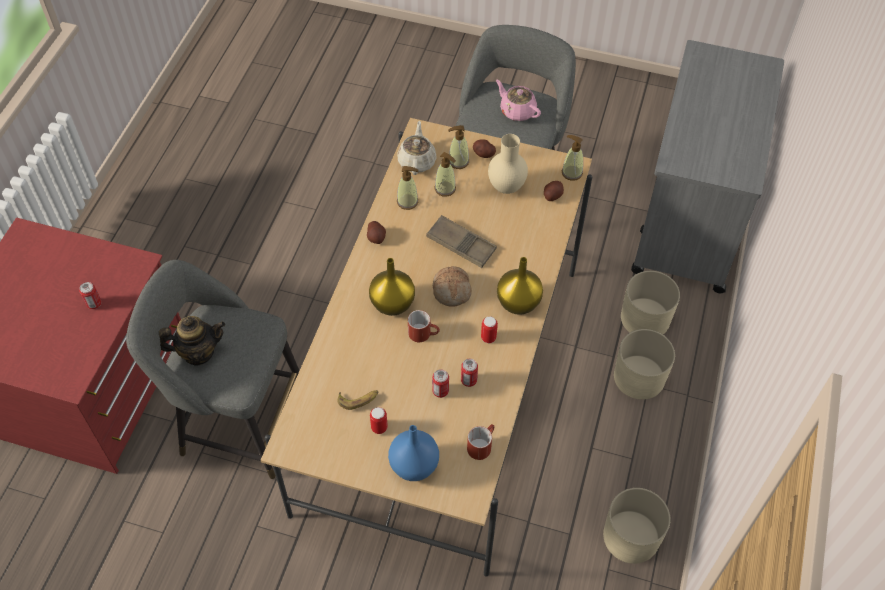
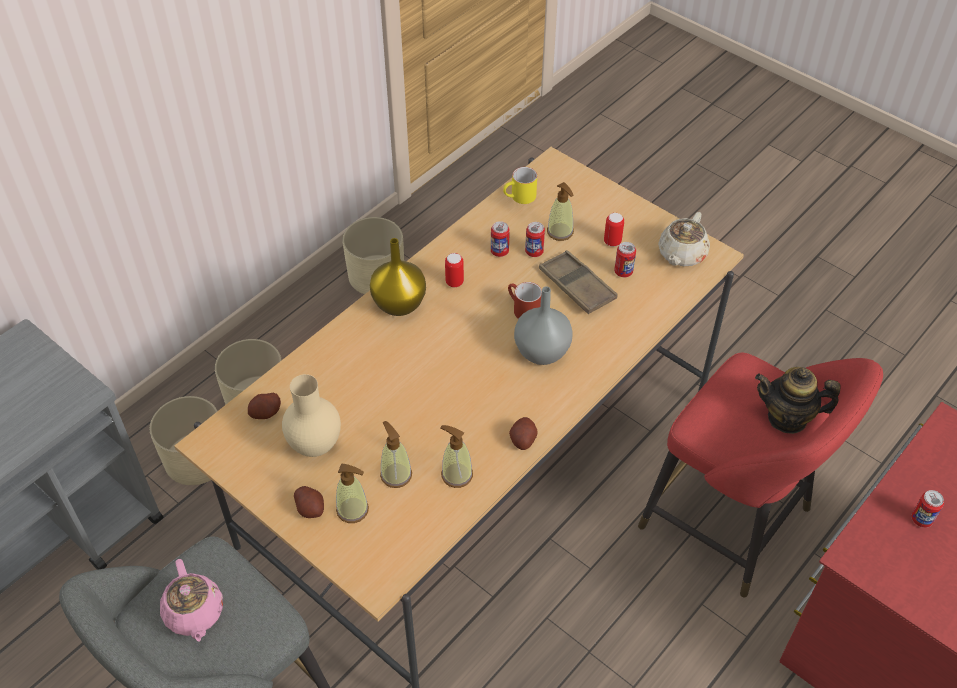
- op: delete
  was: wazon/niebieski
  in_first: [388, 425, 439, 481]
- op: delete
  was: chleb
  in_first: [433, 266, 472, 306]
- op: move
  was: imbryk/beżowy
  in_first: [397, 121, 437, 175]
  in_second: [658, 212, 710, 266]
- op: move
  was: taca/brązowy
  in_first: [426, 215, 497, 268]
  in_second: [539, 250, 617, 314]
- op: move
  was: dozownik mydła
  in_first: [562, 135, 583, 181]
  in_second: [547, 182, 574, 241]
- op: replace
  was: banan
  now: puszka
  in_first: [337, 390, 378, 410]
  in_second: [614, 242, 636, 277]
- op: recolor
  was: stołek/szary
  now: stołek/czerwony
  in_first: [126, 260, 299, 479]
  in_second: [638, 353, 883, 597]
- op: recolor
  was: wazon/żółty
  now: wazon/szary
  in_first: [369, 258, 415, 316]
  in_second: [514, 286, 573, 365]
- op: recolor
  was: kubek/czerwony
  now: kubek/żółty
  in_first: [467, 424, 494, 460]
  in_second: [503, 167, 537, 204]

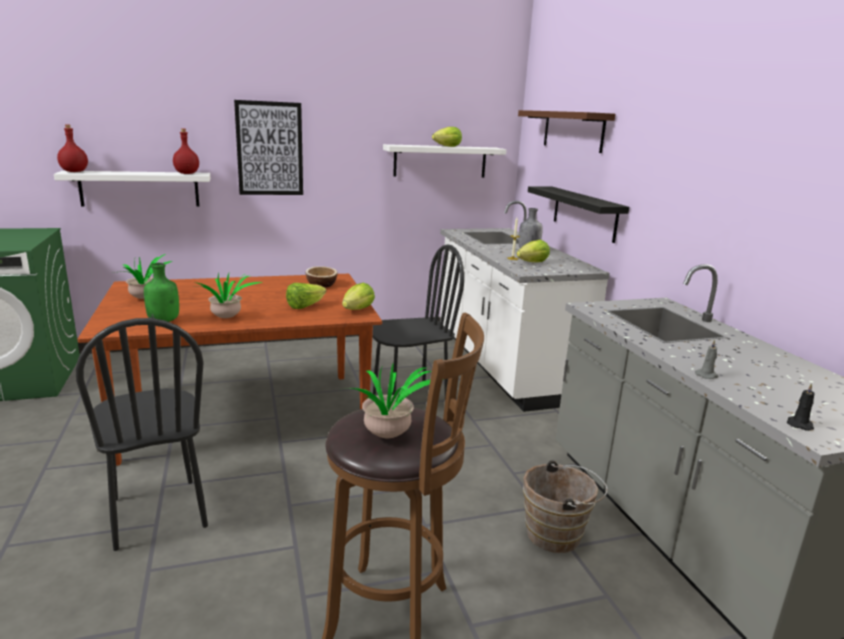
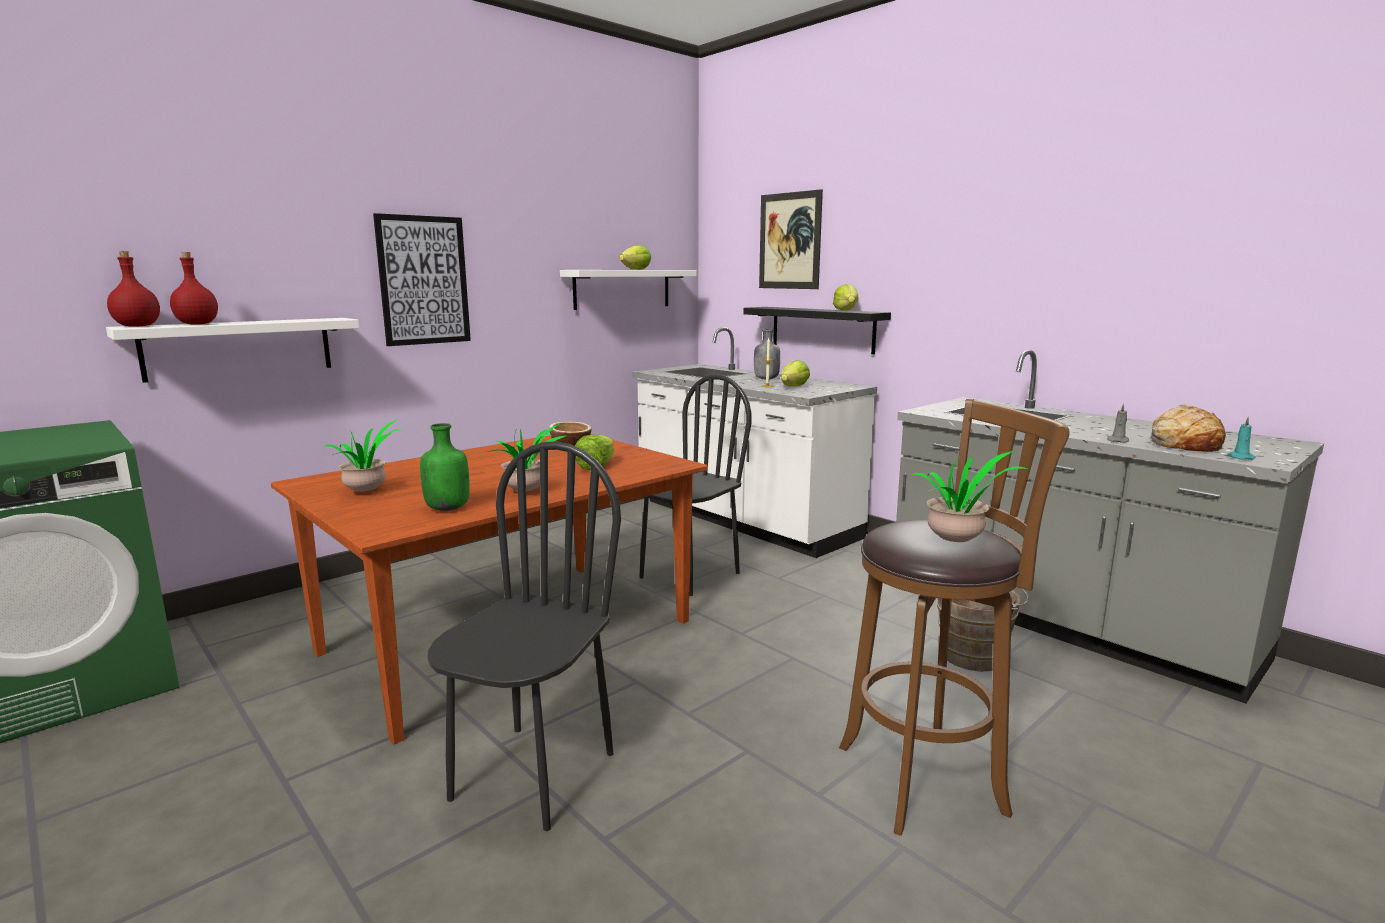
- op: insert
  now: chleb
  in_second: [1150, 405, 1226, 452]
- op: move
  was: butelka/czerwony
  in_first: [173, 129, 199, 174]
  in_second: [170, 252, 218, 324]
- op: move
  was: sałata
  in_first: [342, 282, 375, 310]
  in_second: [833, 284, 859, 311]
- op: replace
  was: półka/brązowy
  now: obraz
  in_first: [518, 110, 615, 153]
  in_second: [759, 189, 823, 289]
- op: recolor
  was: świeca/czarny
  now: świeca/turkusowy
  in_first: [787, 383, 815, 431]
  in_second: [1227, 417, 1255, 460]
- op: rotate
  was: krzesło/czarny
  in_first: [75, 318, 208, 551]
  in_second: [428, 441, 621, 831]
  clockwise: -105

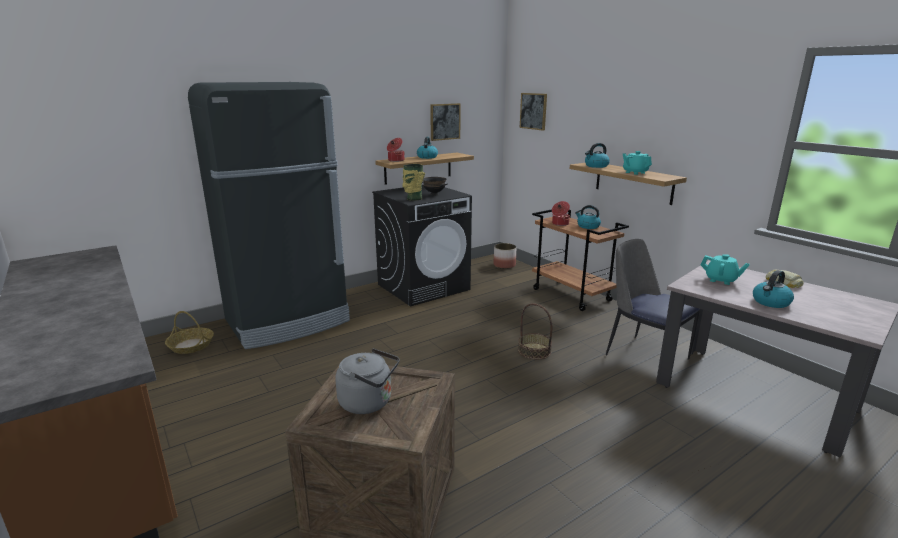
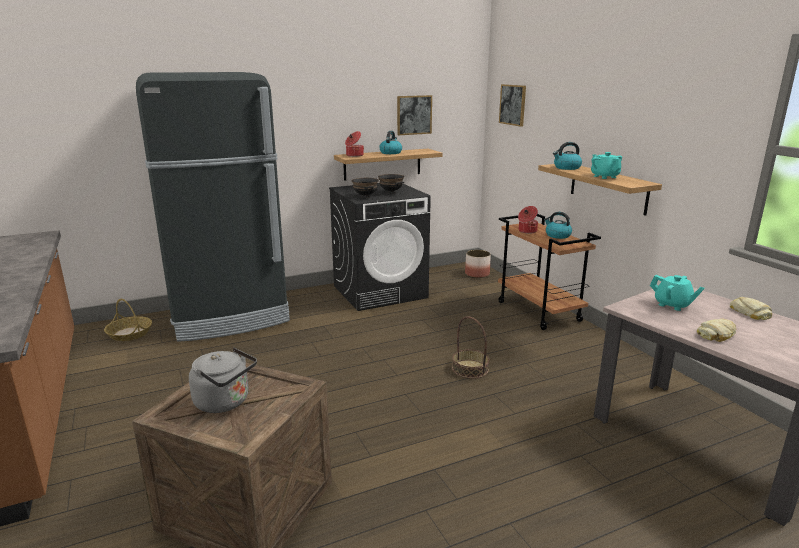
- op: delete
  was: krzesło
  in_first: [606, 239, 700, 360]
- op: replace
  was: wazon
  now: miska/czarny
  in_first: [402, 164, 425, 201]
  in_second: [352, 178, 379, 198]
- op: replace
  was: czajnik
  now: chleb
  in_first: [753, 270, 794, 308]
  in_second: [697, 319, 736, 342]

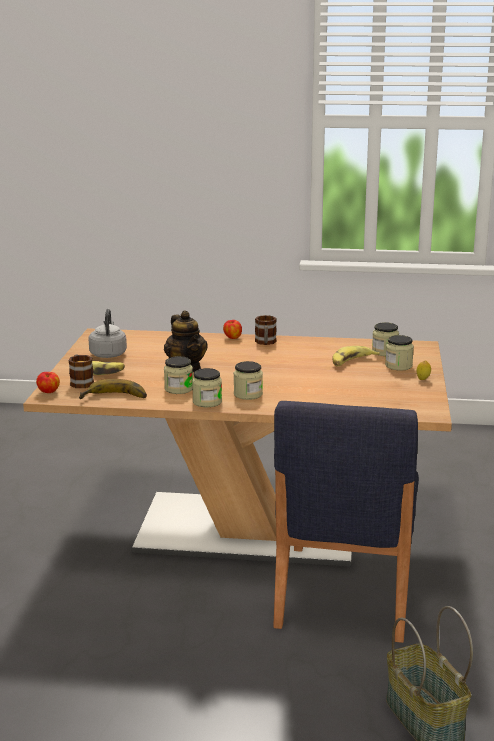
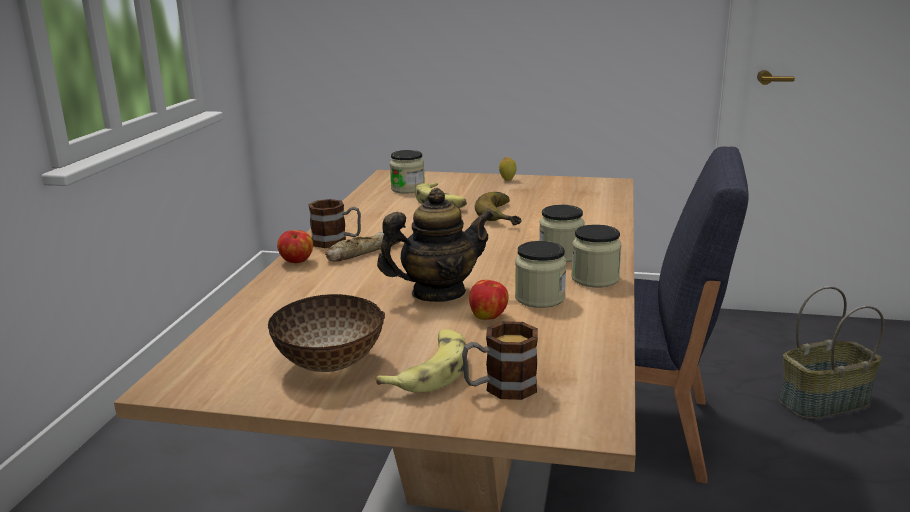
- op: delete
  was: słoik
  in_first: [385, 335, 414, 370]
- op: insert
  now: chleb
  in_second: [325, 232, 400, 261]
- op: move
  was: jabłko
  in_first: [36, 372, 60, 393]
  in_second: [469, 280, 508, 320]
- op: move
  was: banan
  in_first: [79, 379, 147, 399]
  in_second: [475, 192, 521, 225]
- op: replace
  was: czajnik/szary
  now: miska
  in_first: [88, 309, 127, 358]
  in_second: [268, 294, 385, 372]

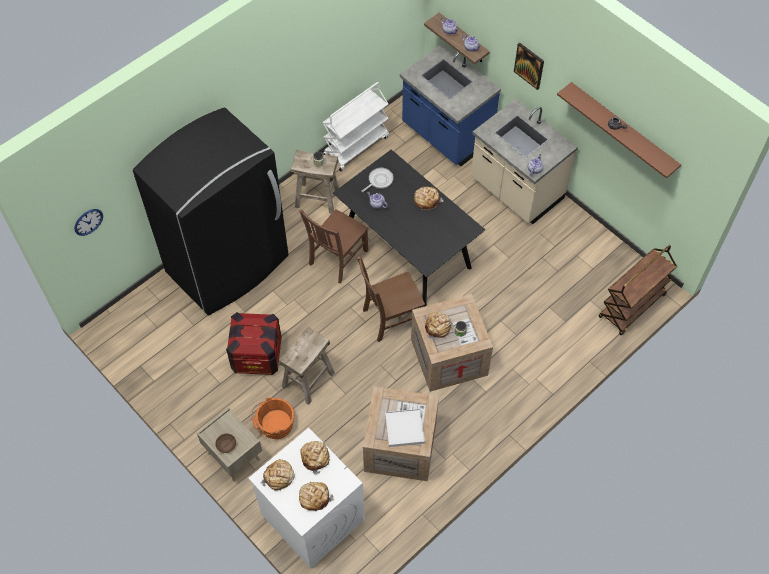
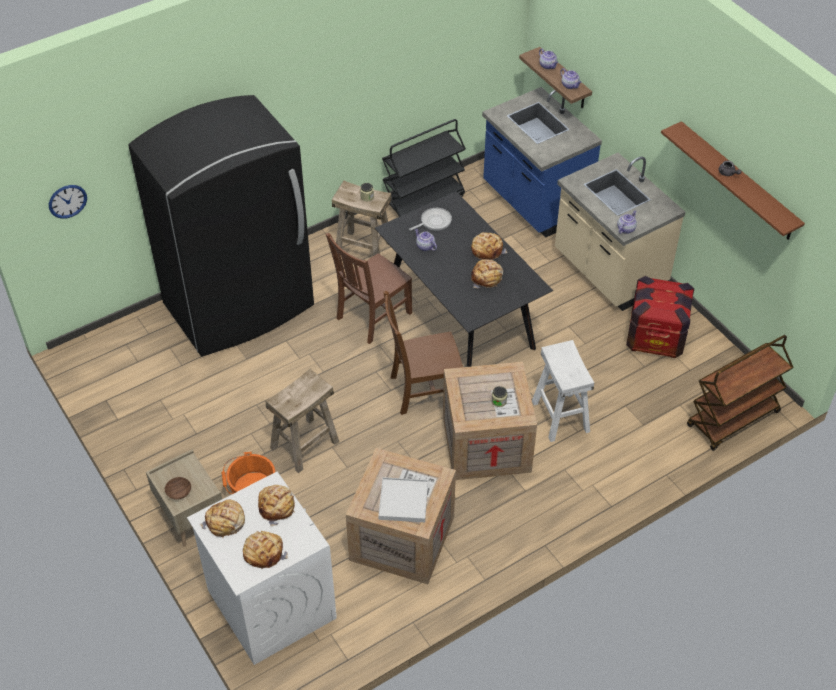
- op: delete
  was: obraz
  in_first: [514, 42, 544, 90]
- op: insert
  now: stołek/biały
  in_second: [532, 340, 595, 442]
- op: move
  was: skrzynka
  in_first: [226, 312, 282, 375]
  in_second: [626, 276, 694, 358]
- op: move
  was: chleb
  in_first: [425, 312, 451, 340]
  in_second: [471, 259, 503, 289]
- op: recolor
  was: wózek/biały
  now: wózek/czarny
  in_first: [323, 82, 389, 171]
  in_second: [382, 119, 466, 217]

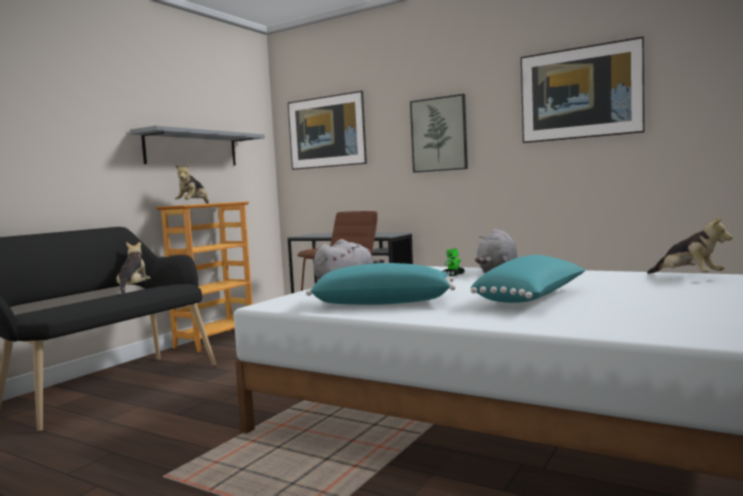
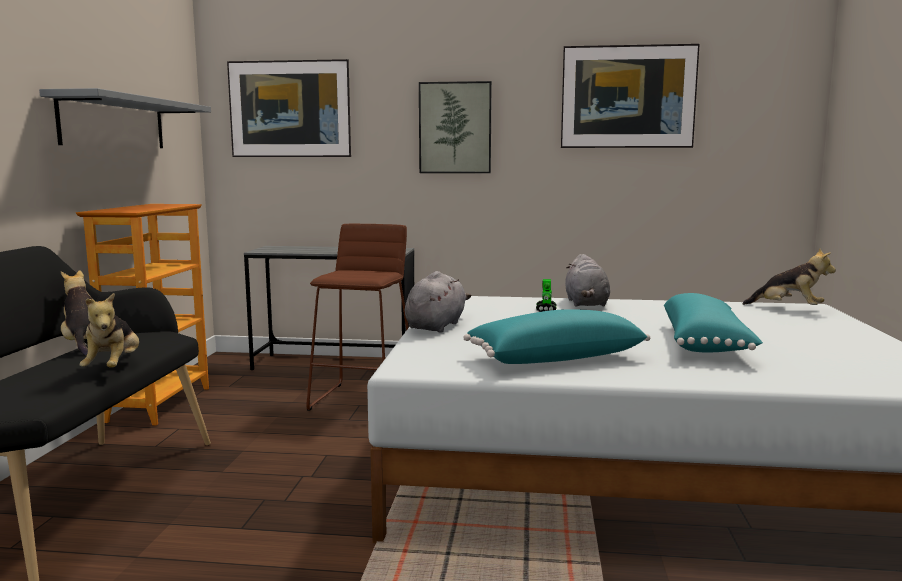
- op: move
  was: pluszak
  in_first: [175, 163, 209, 204]
  in_second: [80, 293, 139, 367]

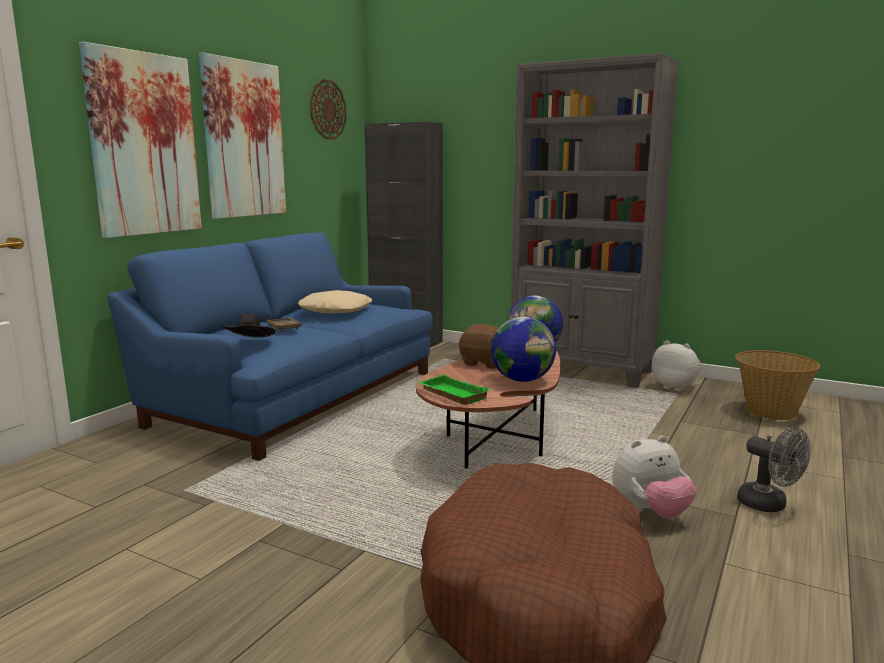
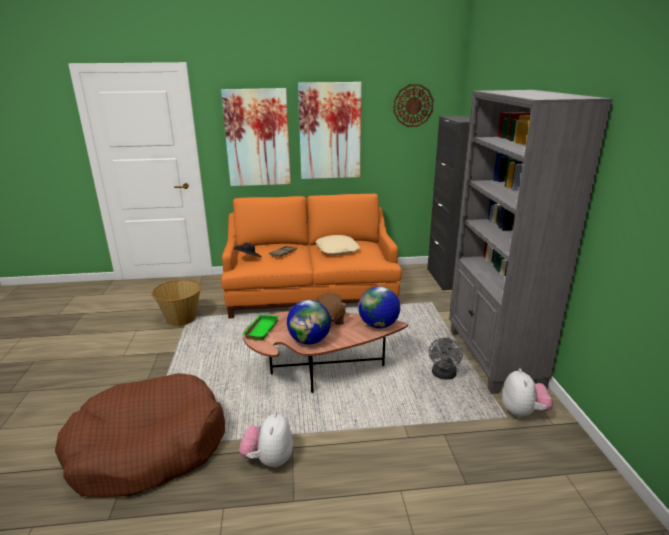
- op: move
  was: koszyk
  in_first: [735, 350, 820, 420]
  in_second: [151, 279, 201, 326]
- op: move
  was: wentylator/szary
  in_first: [737, 427, 811, 512]
  in_second: [429, 338, 463, 380]
- op: recolor
  was: kanapa/niebieski
  now: kanapa/pomarańczowy
  in_first: [108, 232, 433, 461]
  in_second: [221, 194, 402, 318]
- op: rotate
  was: pluszak
  in_first: [612, 436, 697, 519]
  in_second: [239, 412, 293, 468]
  clockwise: 60

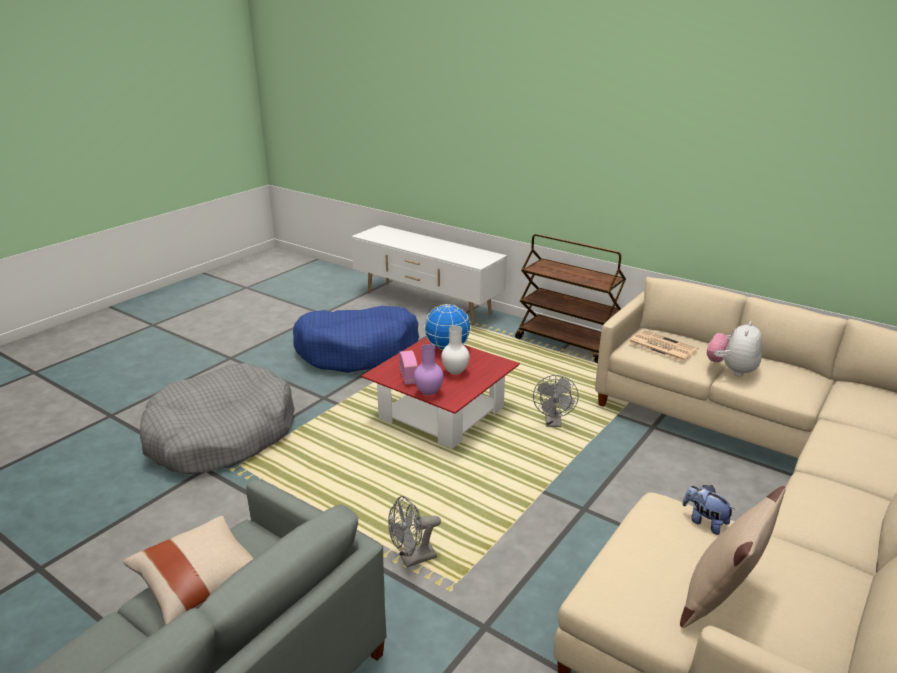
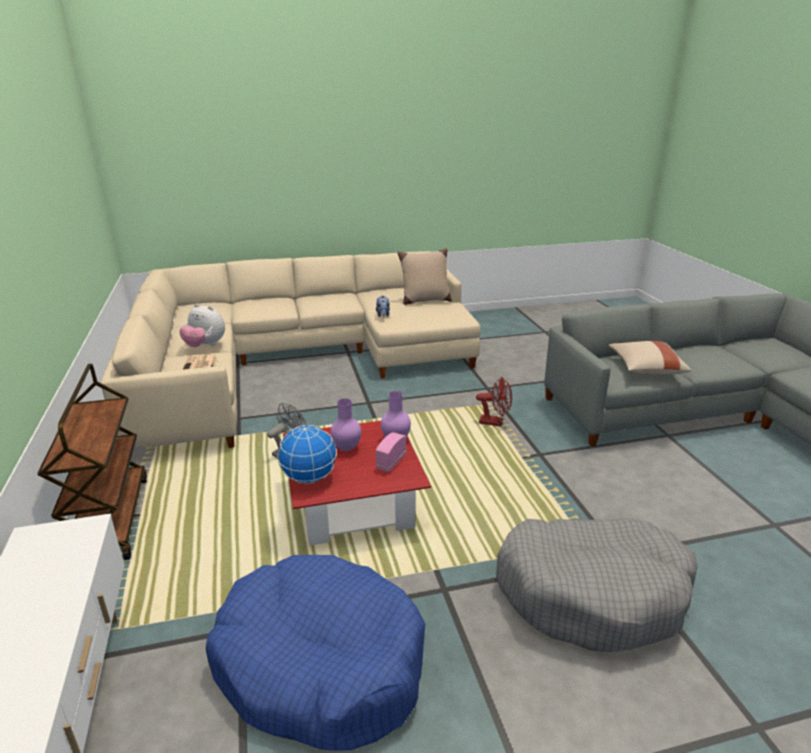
- op: recolor
  was: wentylator/szary
  now: wentylator/czerwony
  in_first: [388, 496, 441, 567]
  in_second: [476, 377, 512, 427]
- op: recolor
  was: wazon/biały
  now: wazon/fioletowy
  in_first: [441, 326, 470, 375]
  in_second: [331, 398, 361, 451]
- op: rotate
  was: pluszak
  in_first: [707, 321, 762, 377]
  in_second: [179, 304, 225, 347]
  clockwise: 45

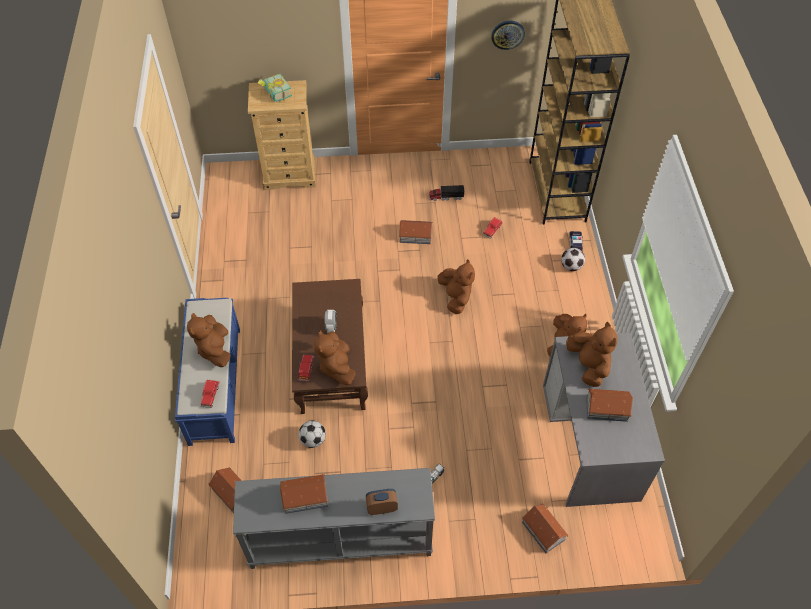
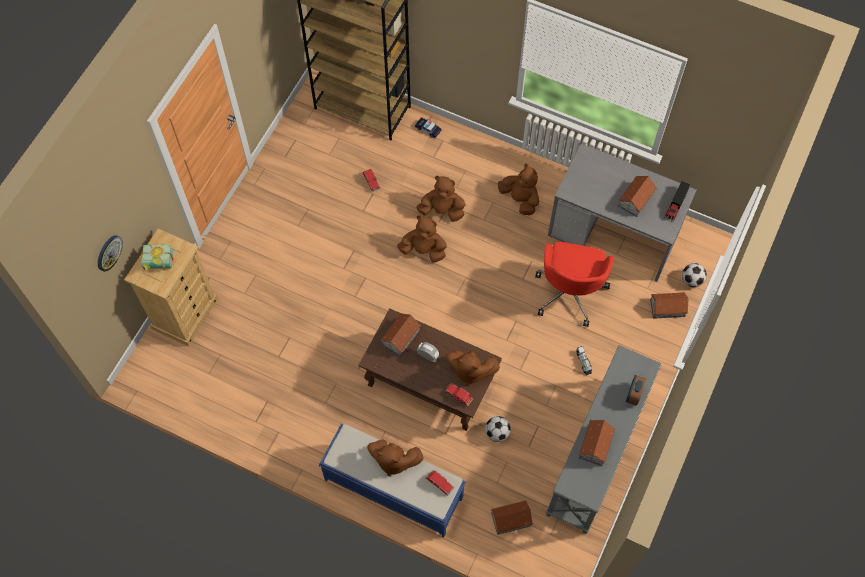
- op: insert
  now: krzesło biurowe/czerwony
  in_second: [535, 242, 614, 327]
- op: move
  was: domek
  in_first: [399, 220, 433, 244]
  in_second: [381, 313, 421, 356]
- op: move
  was: ciężarówka zabawkowa
  in_first: [429, 185, 464, 201]
  in_second: [665, 181, 690, 221]
- op: move
  was: zegar ścienny
  in_first: [491, 21, 525, 50]
  in_second: [98, 235, 123, 272]
- op: move
  was: piłka futbolowa
  in_first: [561, 248, 585, 271]
  in_second: [682, 263, 707, 287]
- op: move
  was: pluszak/brązowy
  in_first: [566, 322, 617, 387]
  in_second: [416, 176, 466, 222]

